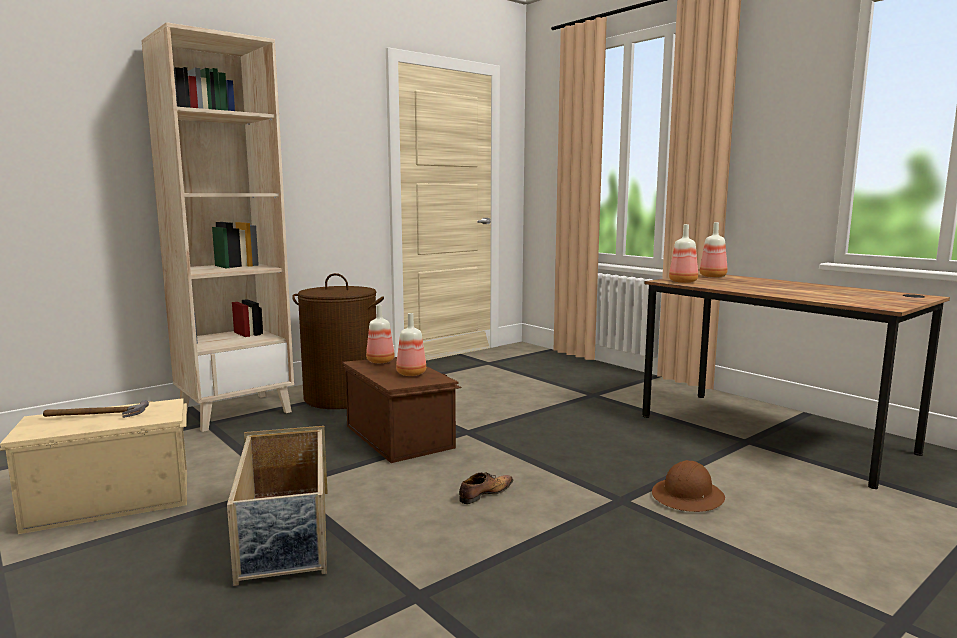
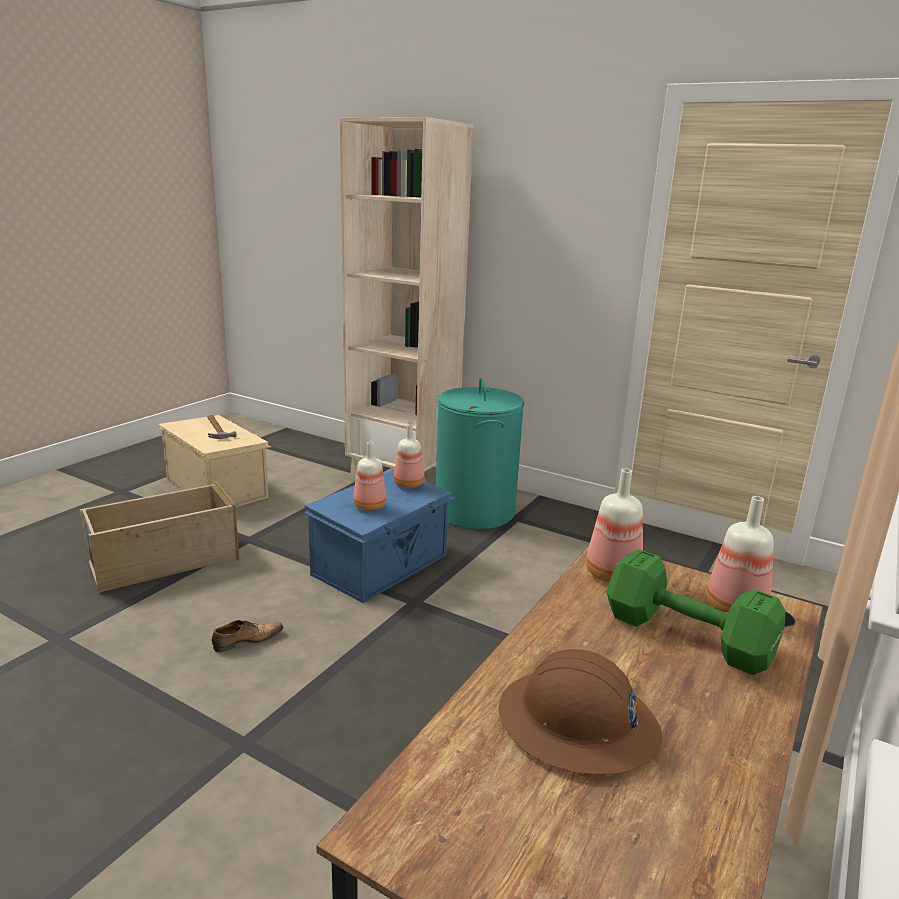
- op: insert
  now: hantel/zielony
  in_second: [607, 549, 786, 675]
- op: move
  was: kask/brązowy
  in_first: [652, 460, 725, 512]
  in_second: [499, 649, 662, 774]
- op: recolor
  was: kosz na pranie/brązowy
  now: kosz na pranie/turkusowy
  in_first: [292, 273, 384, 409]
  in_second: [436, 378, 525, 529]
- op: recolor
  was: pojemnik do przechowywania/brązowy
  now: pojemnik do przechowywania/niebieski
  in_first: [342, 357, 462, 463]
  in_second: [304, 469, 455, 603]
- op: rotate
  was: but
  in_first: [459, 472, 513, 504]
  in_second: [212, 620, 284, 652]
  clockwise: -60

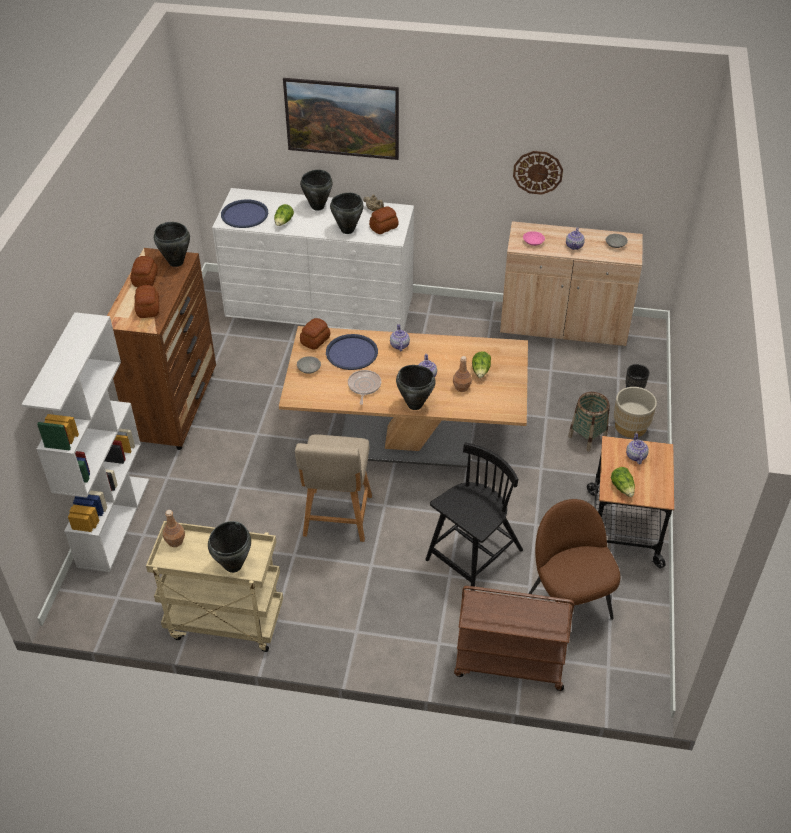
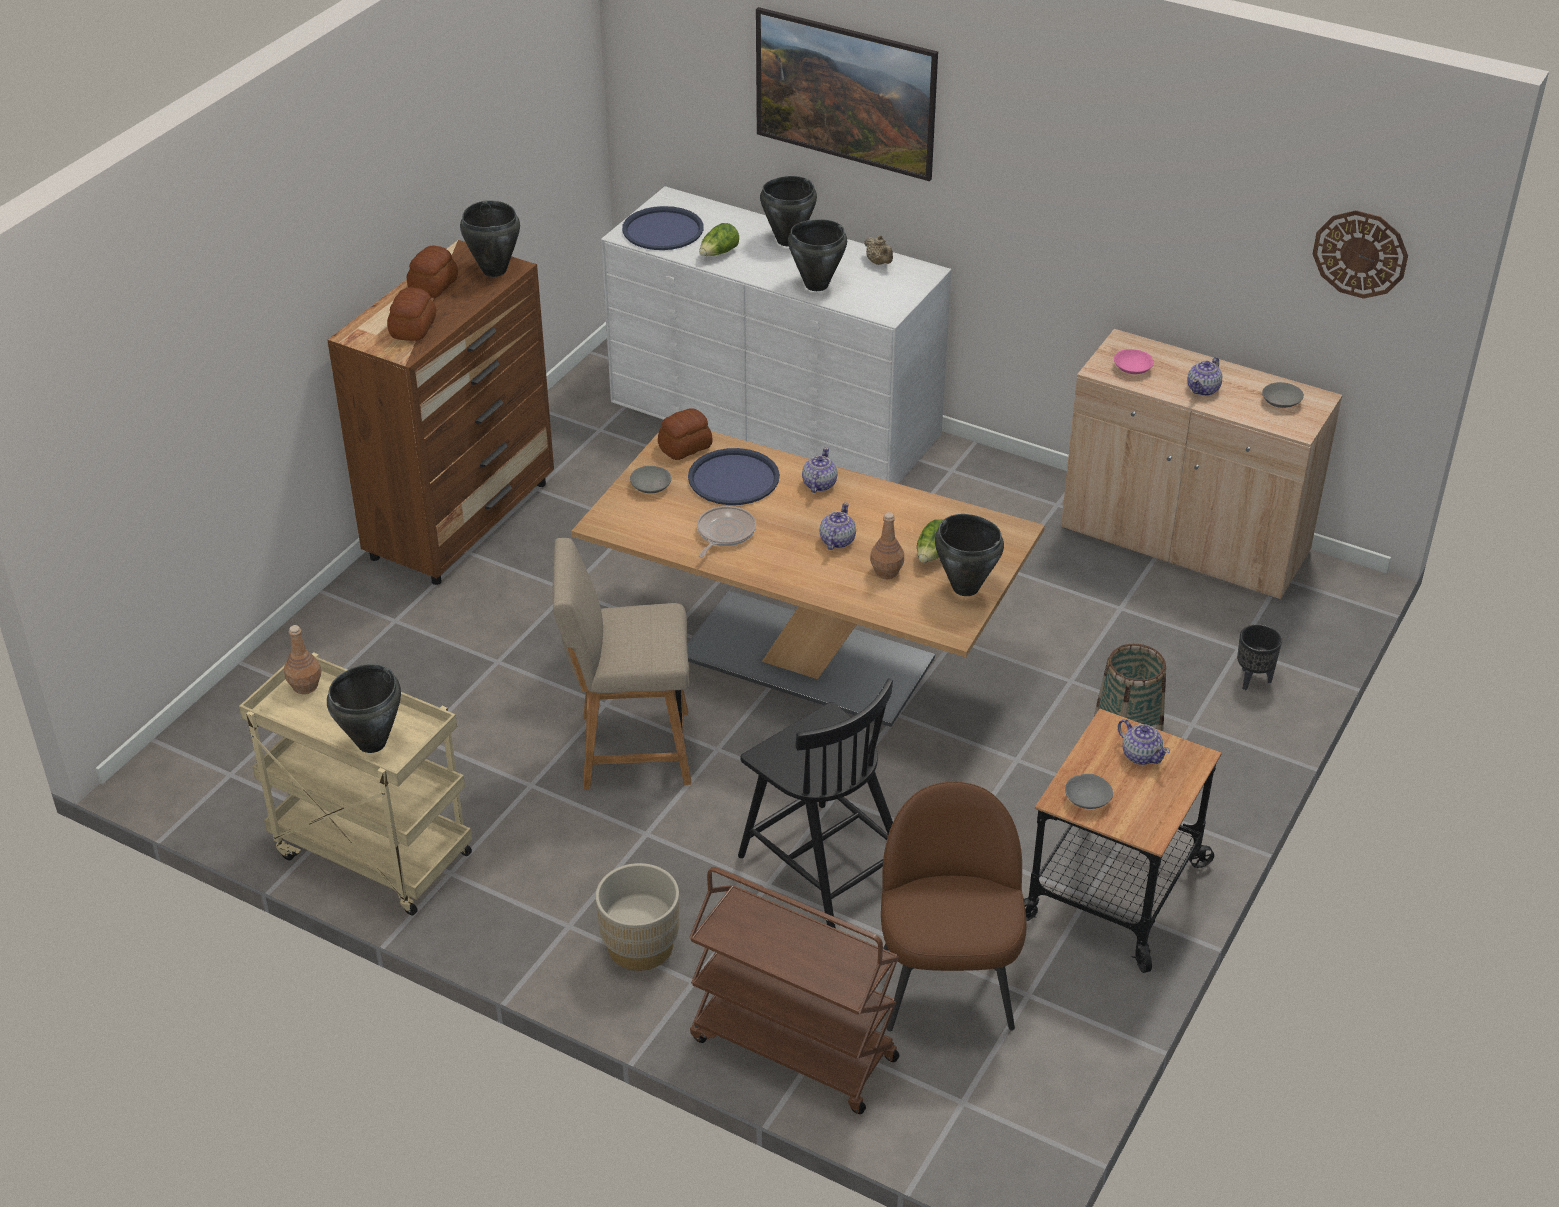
- op: delete
  was: regał/biały
  in_first: [21, 312, 149, 572]
- op: delete
  was: chleb
  in_first: [369, 207, 399, 234]
- op: move
  was: garnek/czarny
  in_first: [396, 365, 436, 410]
  in_second: [935, 514, 1004, 596]
- op: move
  was: zegar ścienny
  in_first: [513, 151, 563, 195]
  in_second: [1313, 210, 1408, 299]
- op: move
  was: donica/beżowy
  in_first: [614, 387, 657, 438]
  in_second: [596, 863, 679, 971]
- op: replace
  was: sałata
  now: miska/szary
  in_first: [611, 467, 635, 497]
  in_second: [1065, 774, 1113, 809]
- op: rotate
  was: krzesło/beżowy
  in_first: [295, 434, 372, 542]
  in_second: [553, 538, 691, 789]
  clockwise: 60
- op: rotate
  was: krzesło/czarny
  in_first: [425, 442, 523, 591]
  in_second: [738, 678, 893, 929]
  clockwise: 75
- op: rotate
  was: imbryk
  in_first: [626, 433, 649, 464]
  in_second: [1118, 719, 1170, 765]
  clockwise: 120

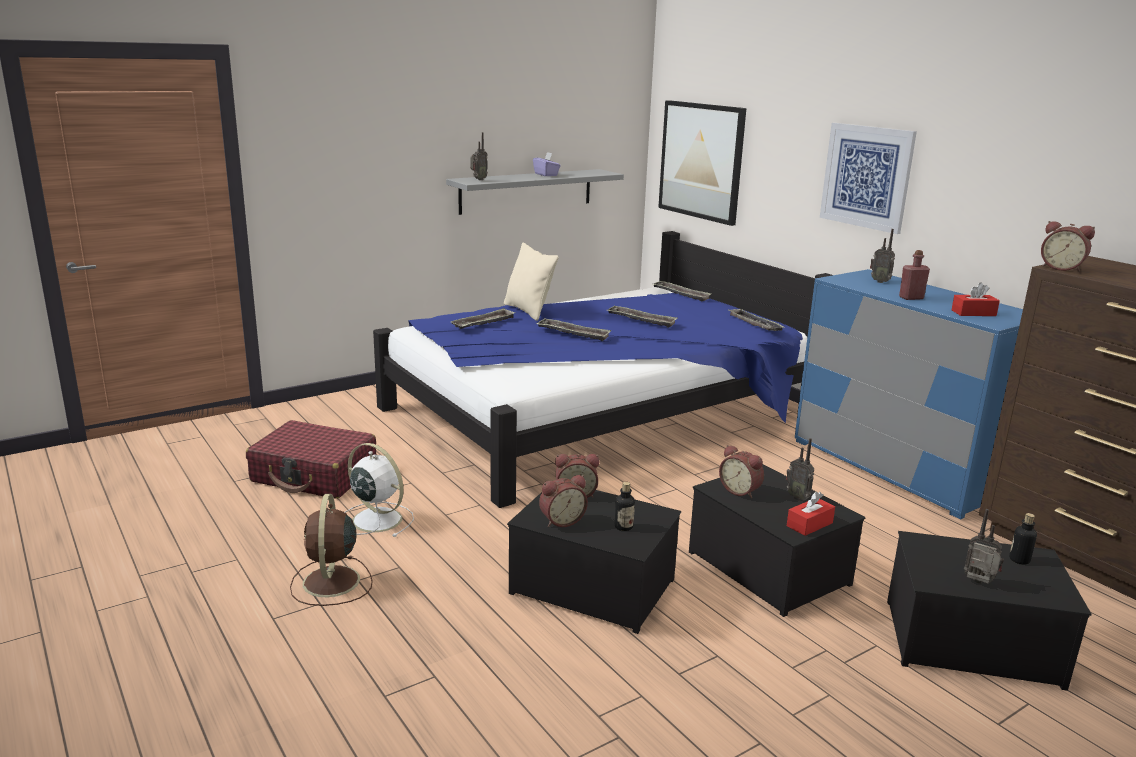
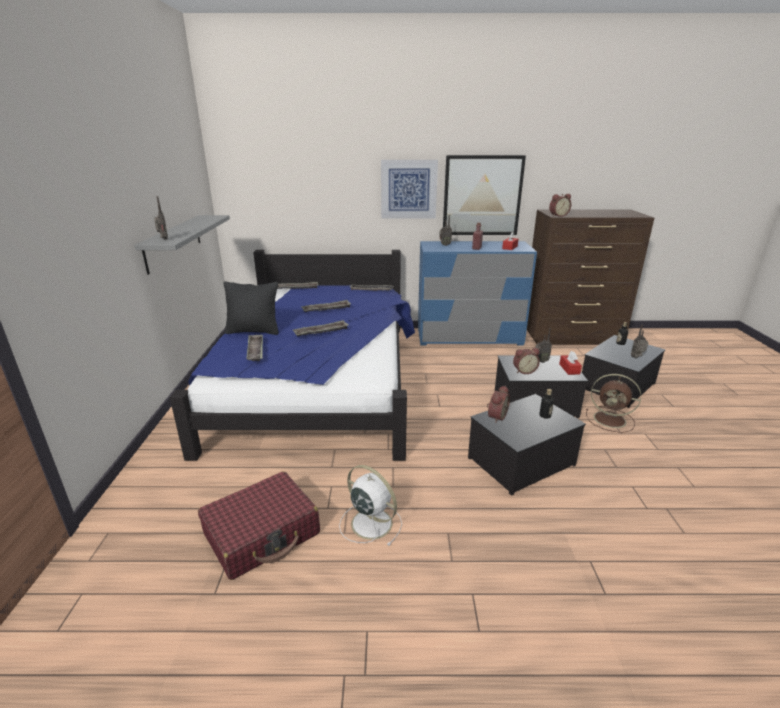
- op: delete
  was: pudełko chusteczek/fioletowy
  in_first: [533, 152, 561, 176]
- op: delete
  was: budzik
  in_first: [539, 475, 588, 527]
- op: move
  was: wentylator/brązowy
  in_first: [290, 494, 373, 606]
  in_second: [586, 374, 641, 433]
- op: move
  was: obraz
  in_first: [658, 100, 746, 226]
  in_second: [443, 155, 526, 235]
- op: recolor
  was: poduszka/beżowy
  now: poduszka/czarny
  in_first: [504, 242, 559, 321]
  in_second: [224, 281, 279, 335]
- op: rotate
  was: wentylator/biały
  in_first: [345, 443, 414, 537]
  in_second: [339, 465, 402, 546]
  clockwise: 60

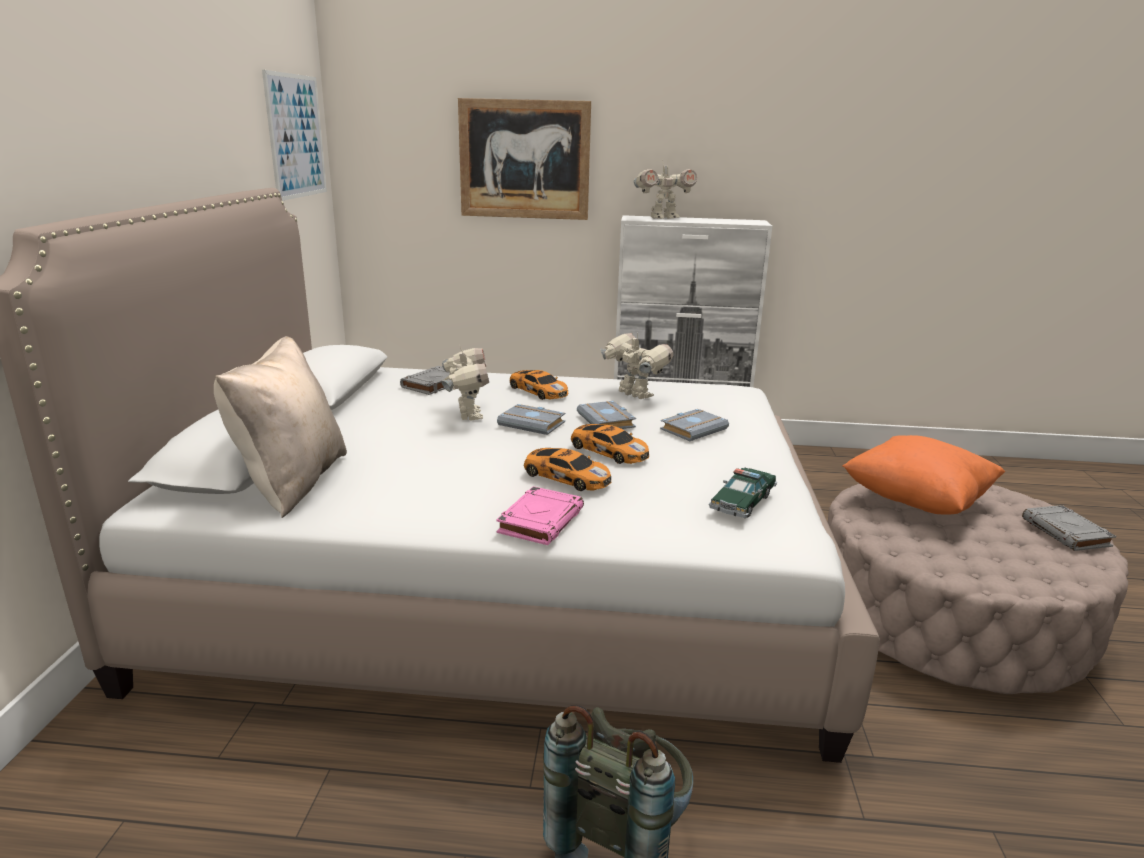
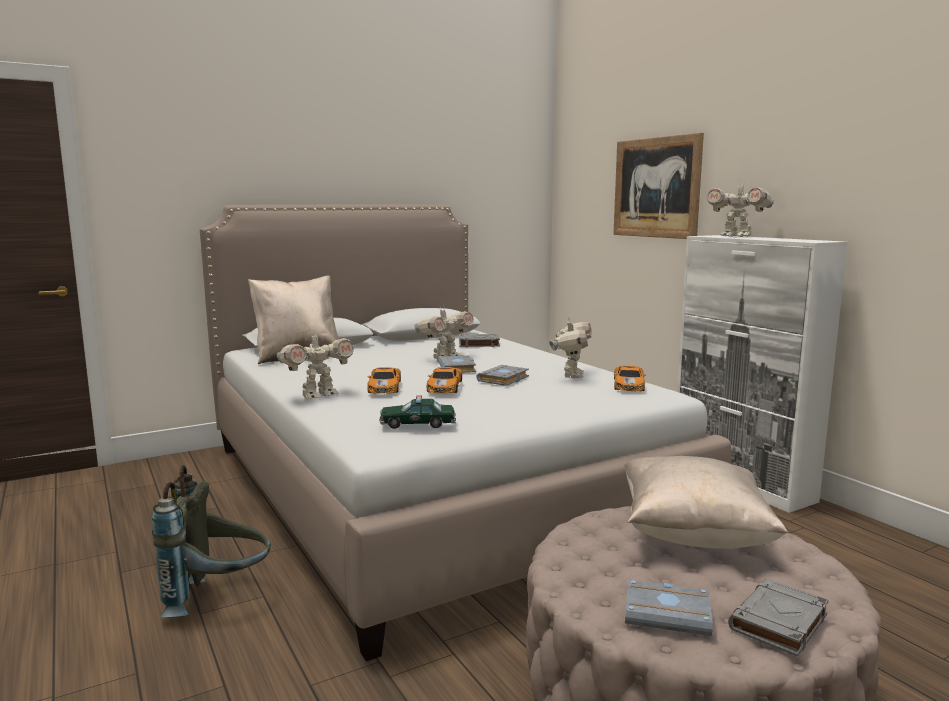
- op: delete
  was: obraz
  in_first: [262, 70, 327, 201]
- op: move
  was: samochodzik
  in_first: [509, 370, 568, 400]
  in_second: [614, 366, 646, 391]
- op: move
  was: książka/szary
  in_first: [660, 409, 729, 441]
  in_second: [625, 580, 713, 636]
- op: replace
  was: książka/różowy
  now: robot zabawkowy
  in_first: [496, 486, 584, 545]
  in_second: [277, 329, 354, 399]
- op: recolor
  was: poduszka/pomarańczowy
  now: poduszka/beżowy
  in_first: [843, 435, 1005, 515]
  in_second: [624, 456, 788, 549]

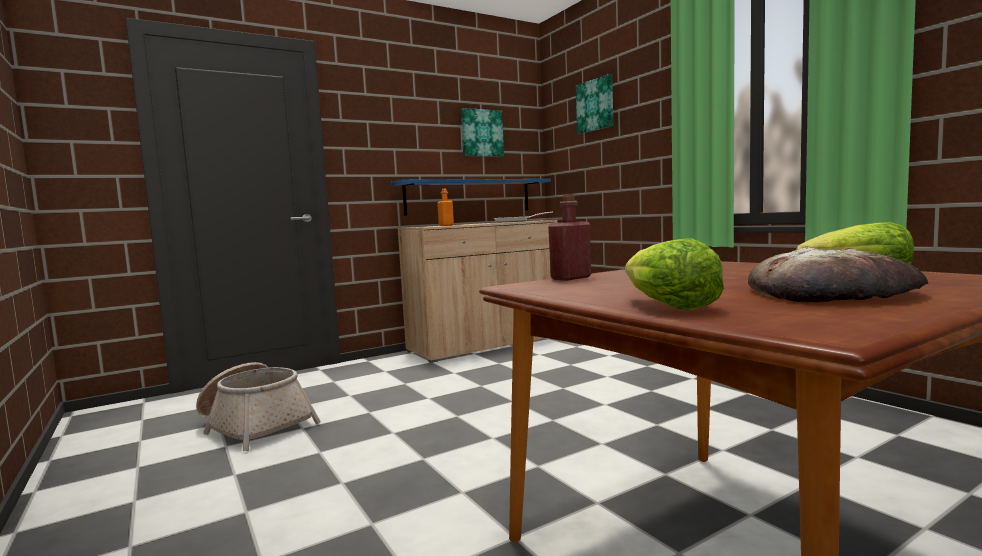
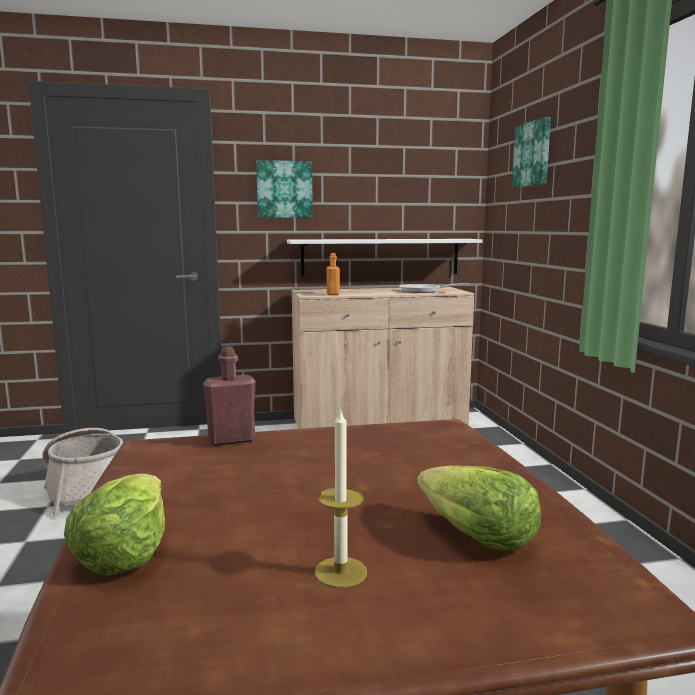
- op: move
  was: obraz
  in_first: [461, 108, 504, 157]
  in_second: [256, 160, 313, 218]
- op: replace
  was: chleb
  now: świeca
  in_first: [748, 247, 928, 302]
  in_second: [315, 407, 367, 588]
- op: recolor
  was: półka/niebieski
  now: półka/biały
  in_first: [390, 179, 551, 216]
  in_second: [287, 239, 482, 276]

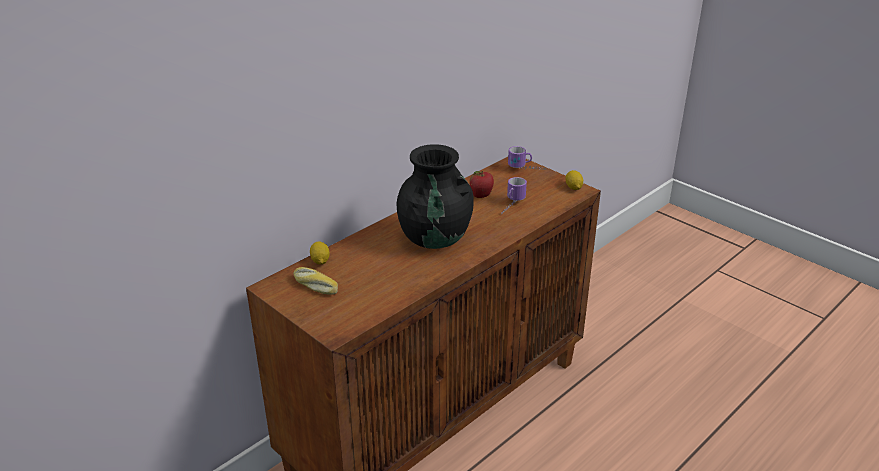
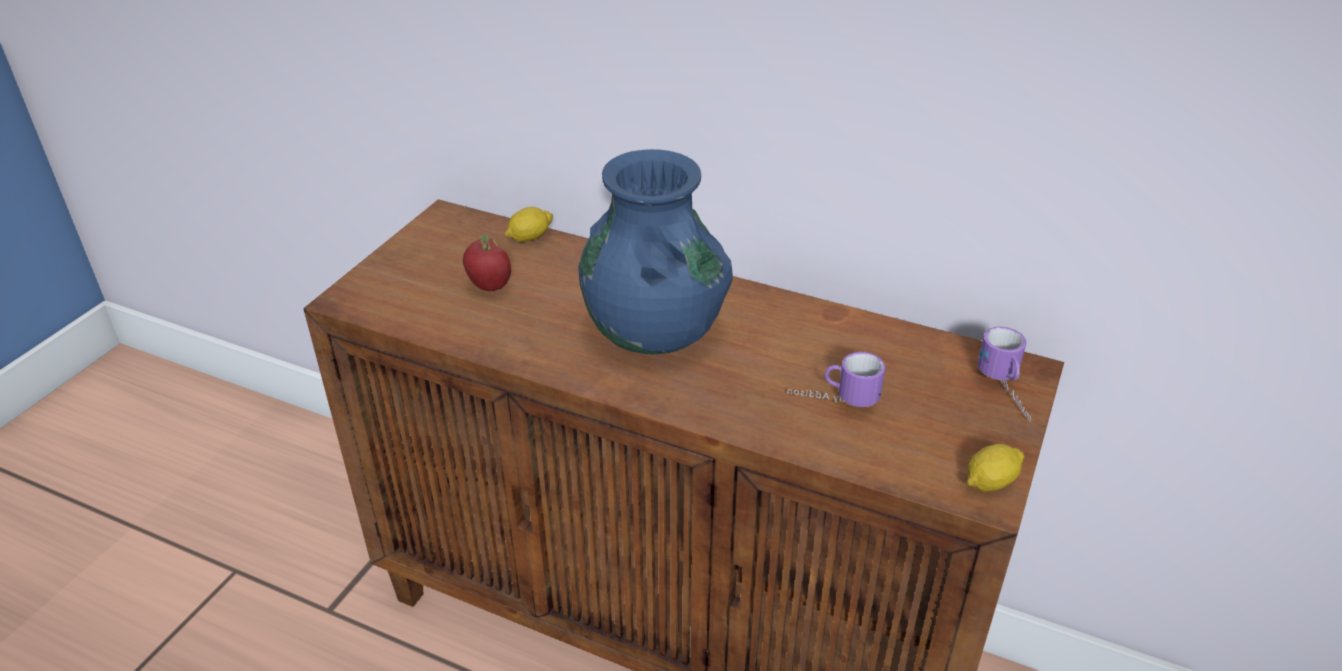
- op: delete
  was: chleb
  in_first: [293, 267, 338, 295]
- op: move
  was: jabłko
  in_first: [469, 171, 494, 198]
  in_second: [463, 235, 511, 291]
- op: recolor
  was: wazon/czarny
  now: wazon/niebieski
  in_first: [397, 144, 474, 249]
  in_second: [578, 149, 733, 354]

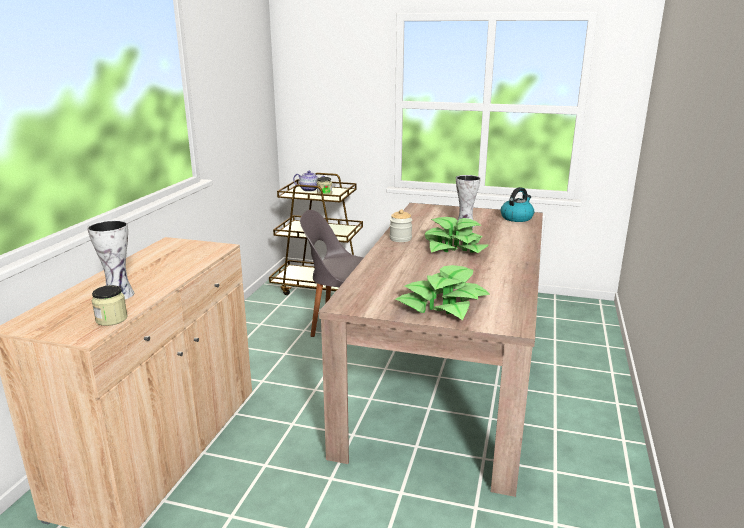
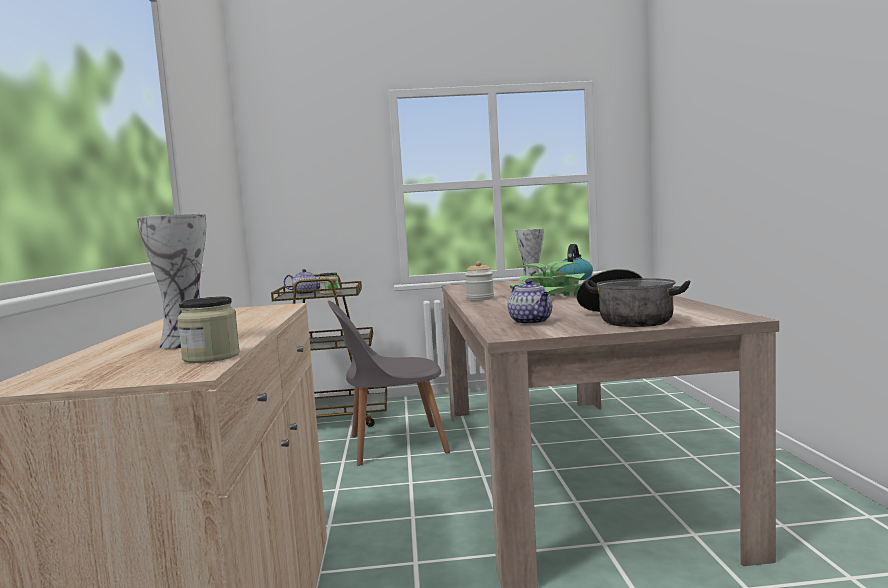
- op: insert
  now: imbryk
  in_second: [508, 279, 552, 324]
- op: replace
  was: roślina doniczkowa
  now: garnek
  in_first: [395, 265, 490, 320]
  in_second: [576, 269, 691, 327]

